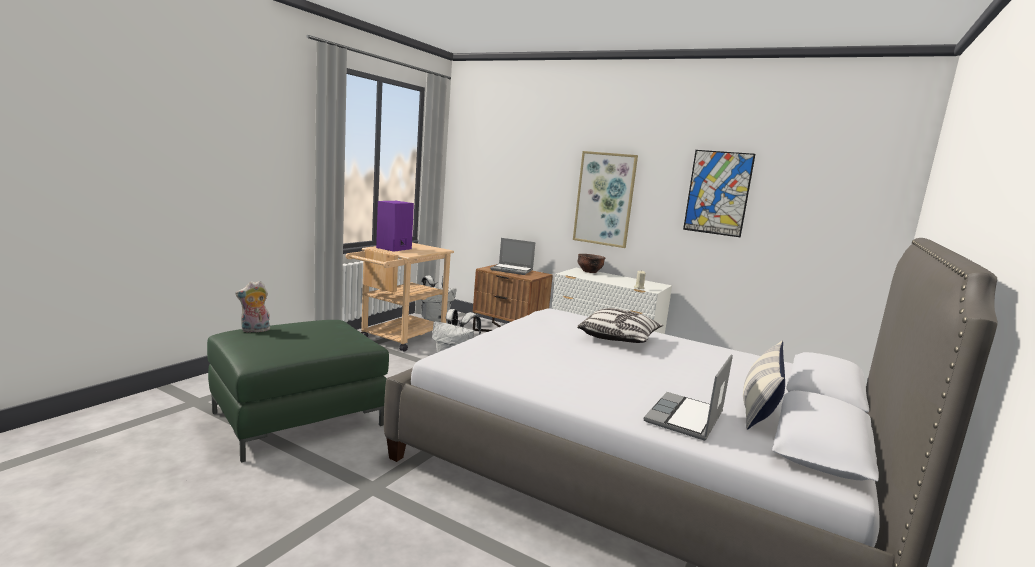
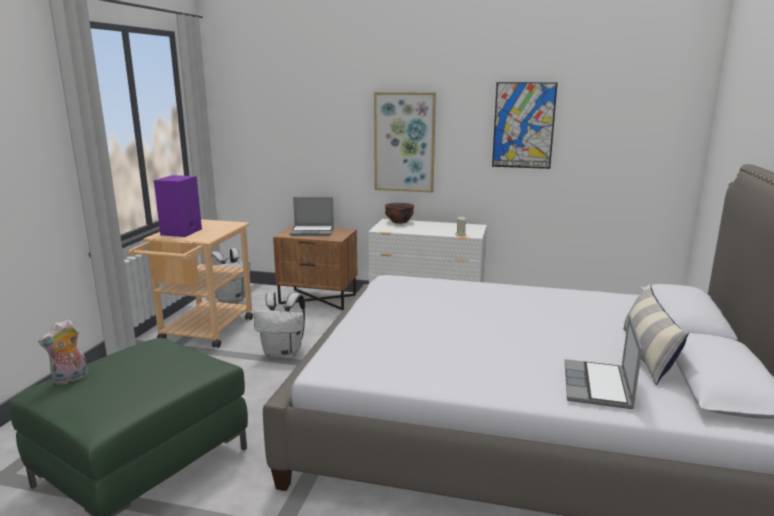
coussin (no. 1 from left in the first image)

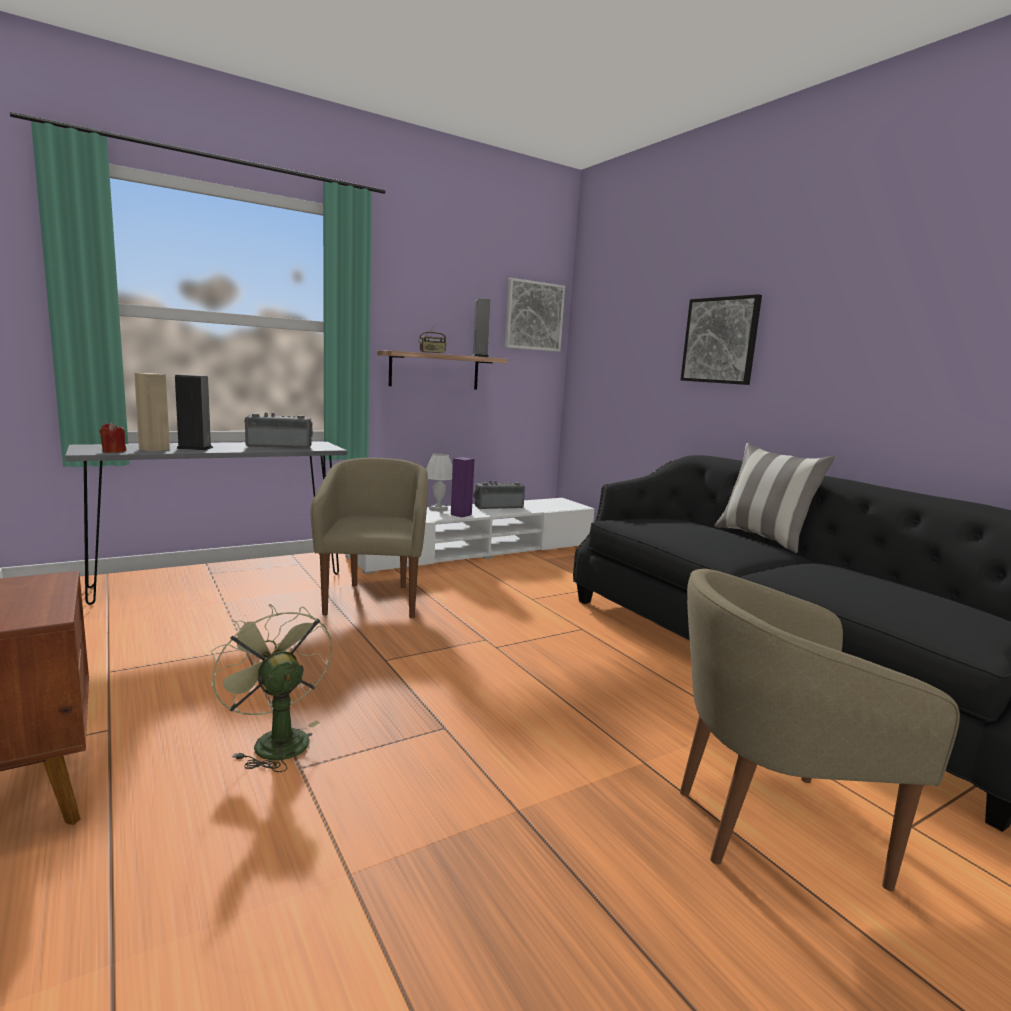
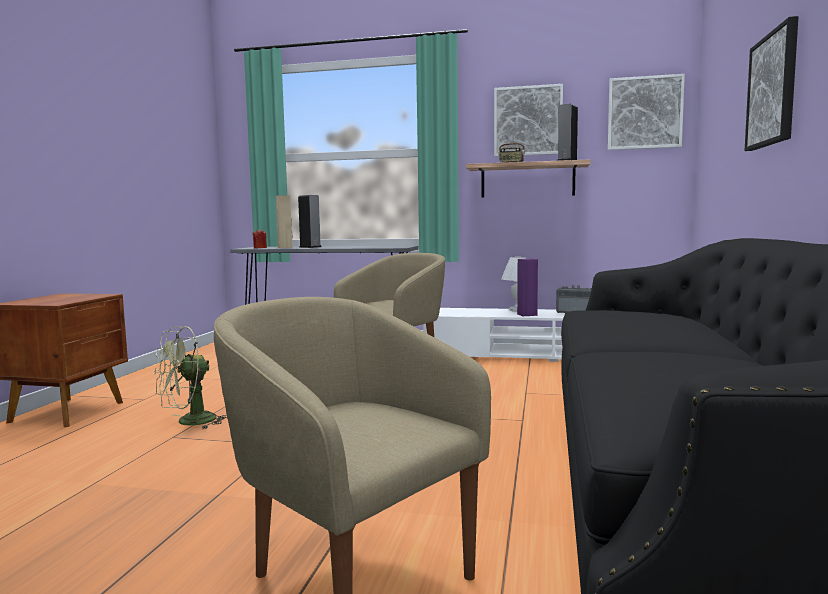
ventilateur (vert); radio (no. 1 from left in the first image); coussin; tableau (no. 1 from left)

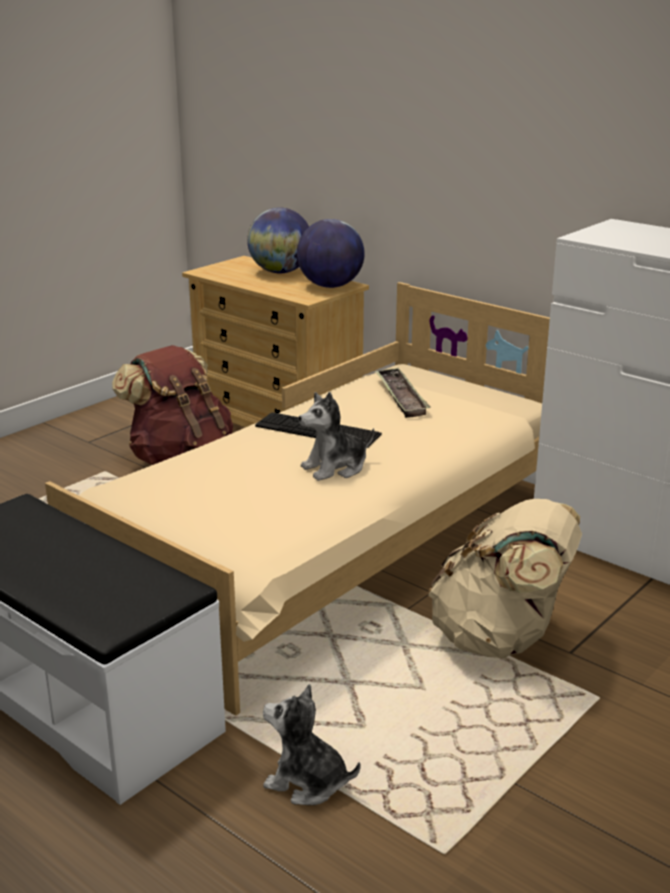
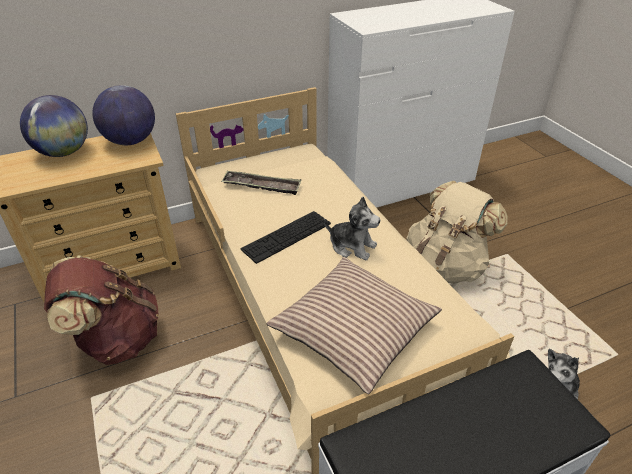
peluche (no. 1 from left); coussin

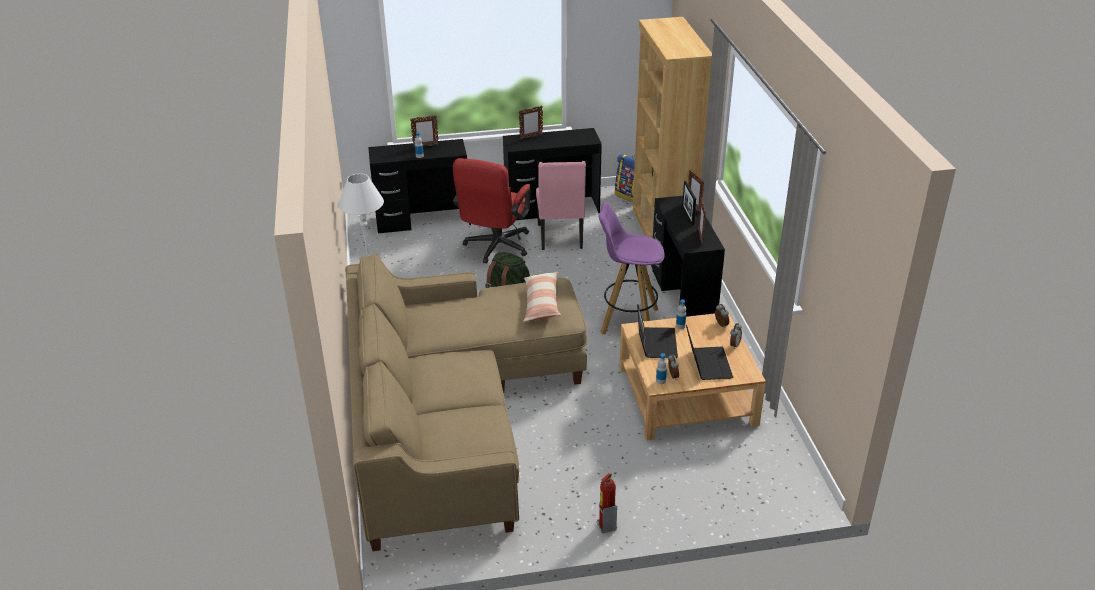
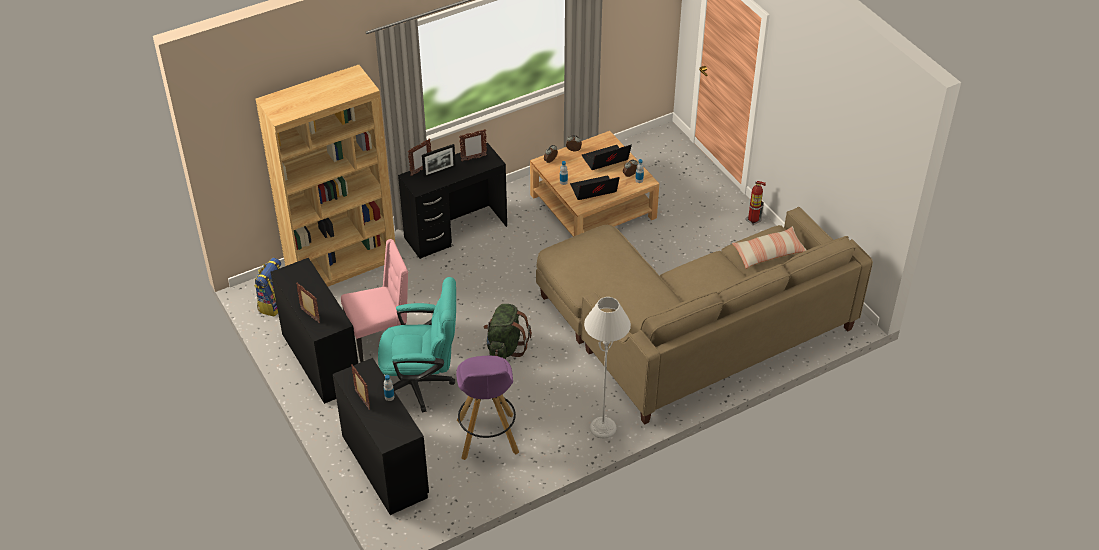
chaise de bureau (turquoise); coussin; tabouret (violet)

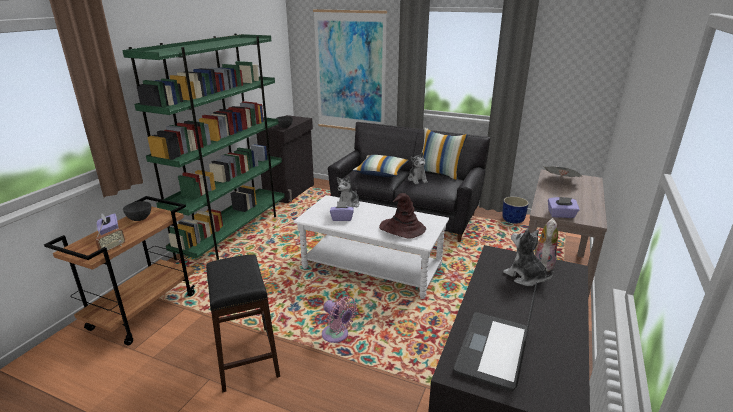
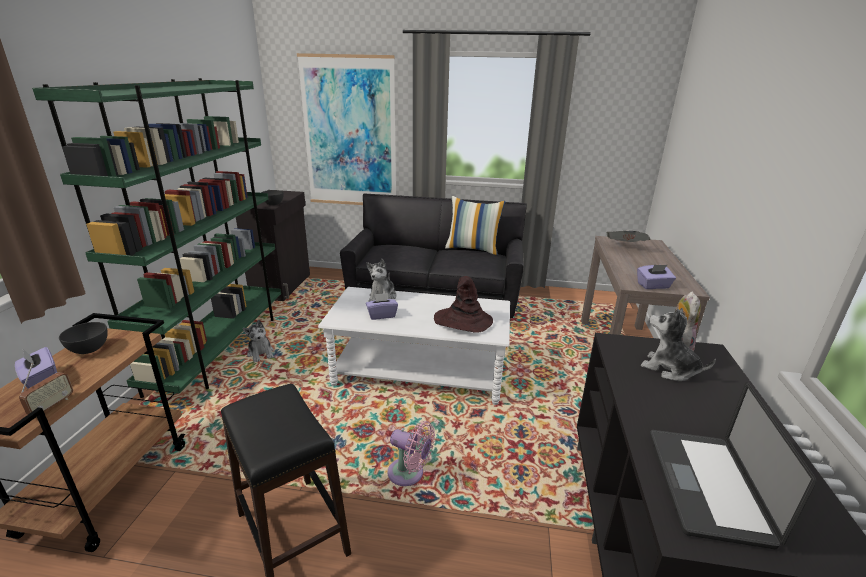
coussin (no. 1 from left in the first image); peluche (no. 1 from left); cache-pot (bleu)

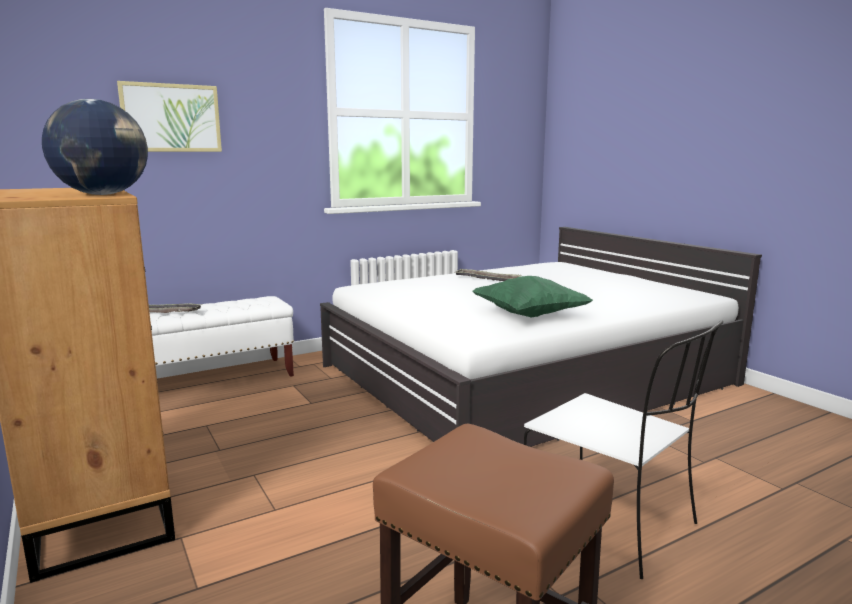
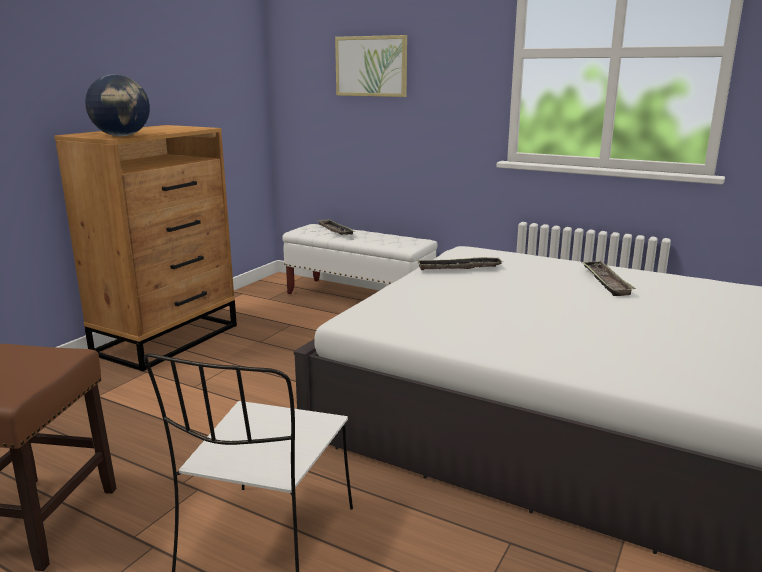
coussin (vert); plateau (no. 2 from left)

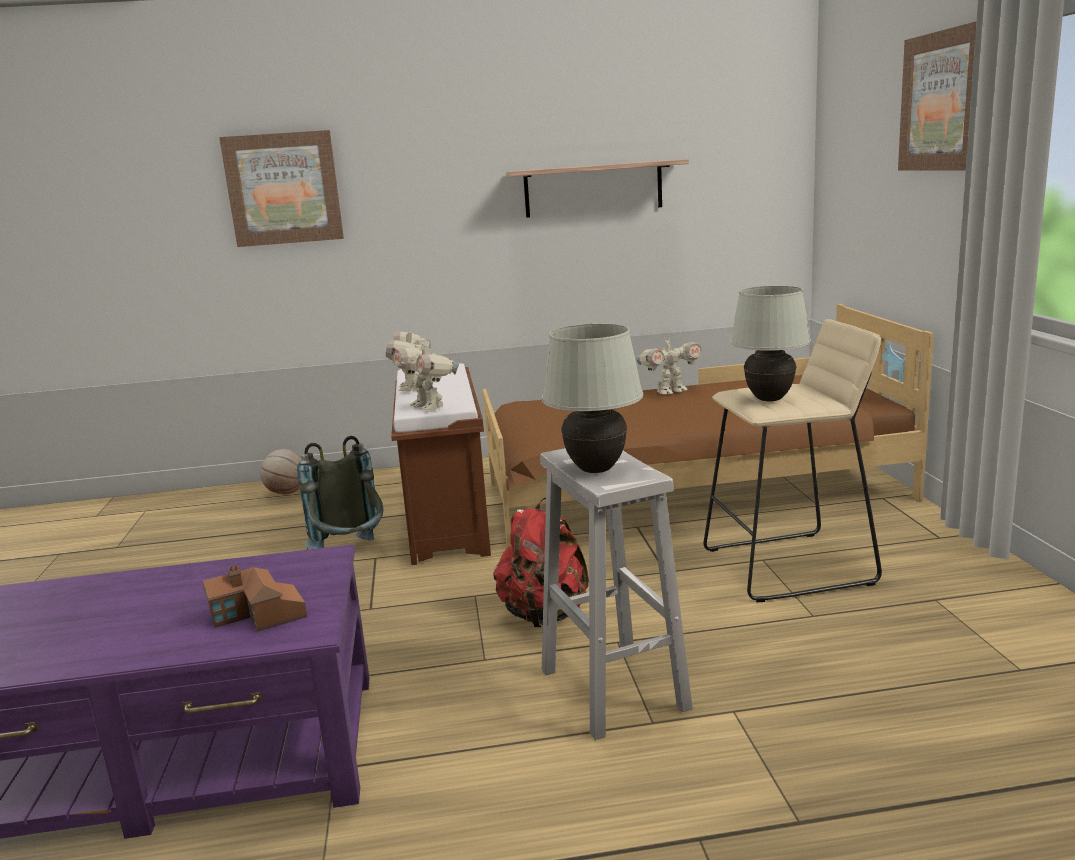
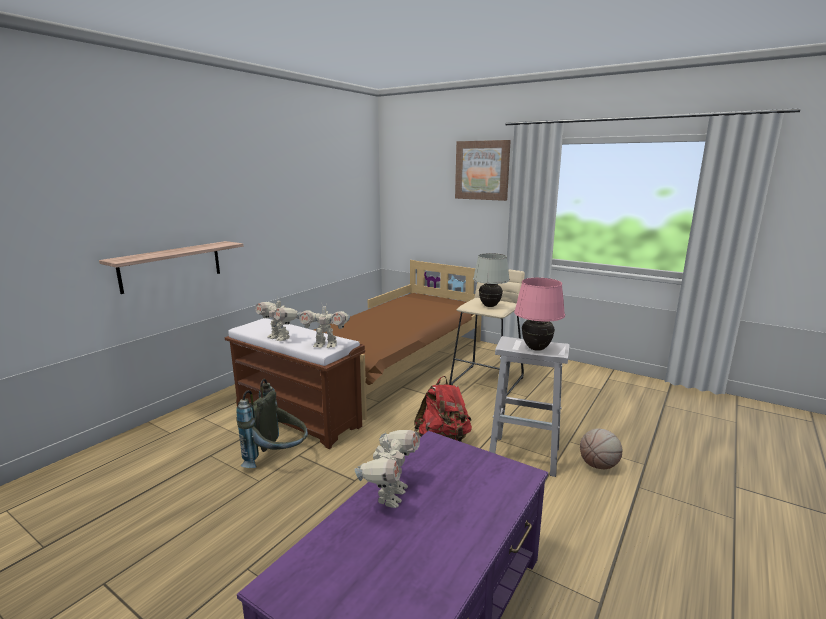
maison miniature; tableau (no. 1 from left in the first image); ballon de basket; étagère; lampe de table (rose); robot jouet (no. 3 from left)

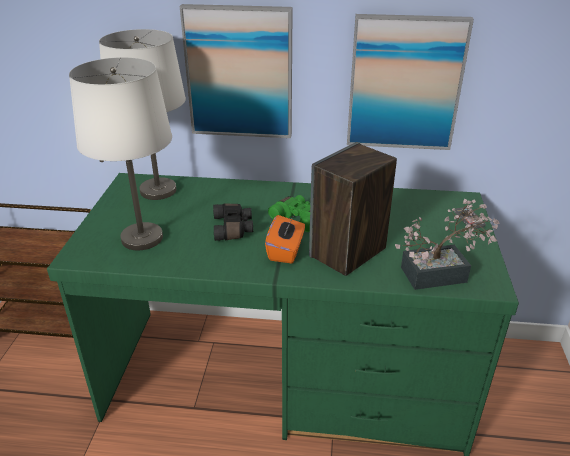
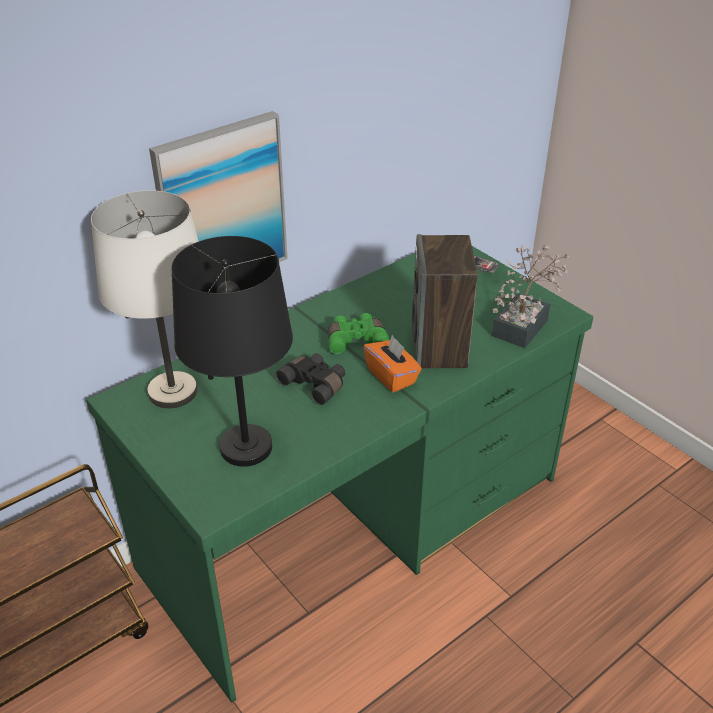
lampe de table (noir); tableau (no. 2 from left in the first image)

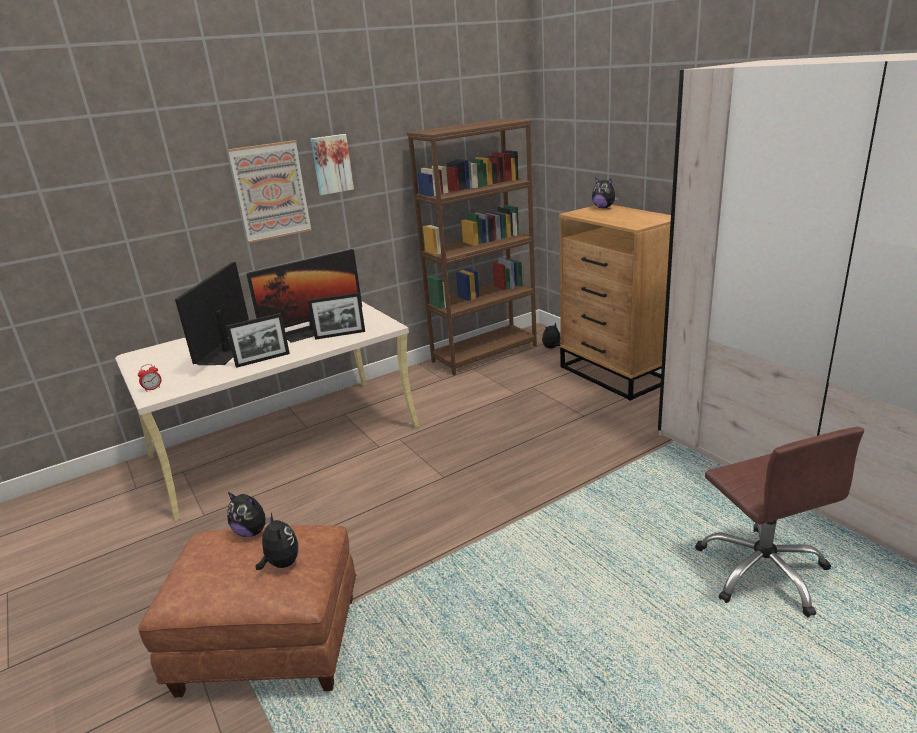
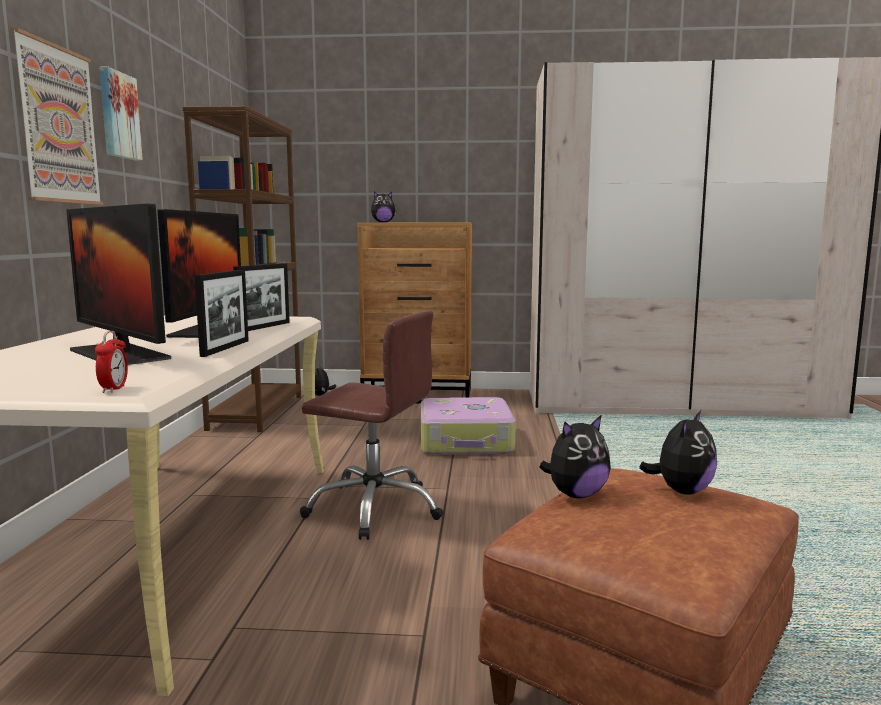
peluche (no. 4 from left); chaise de bureau (marron); valise

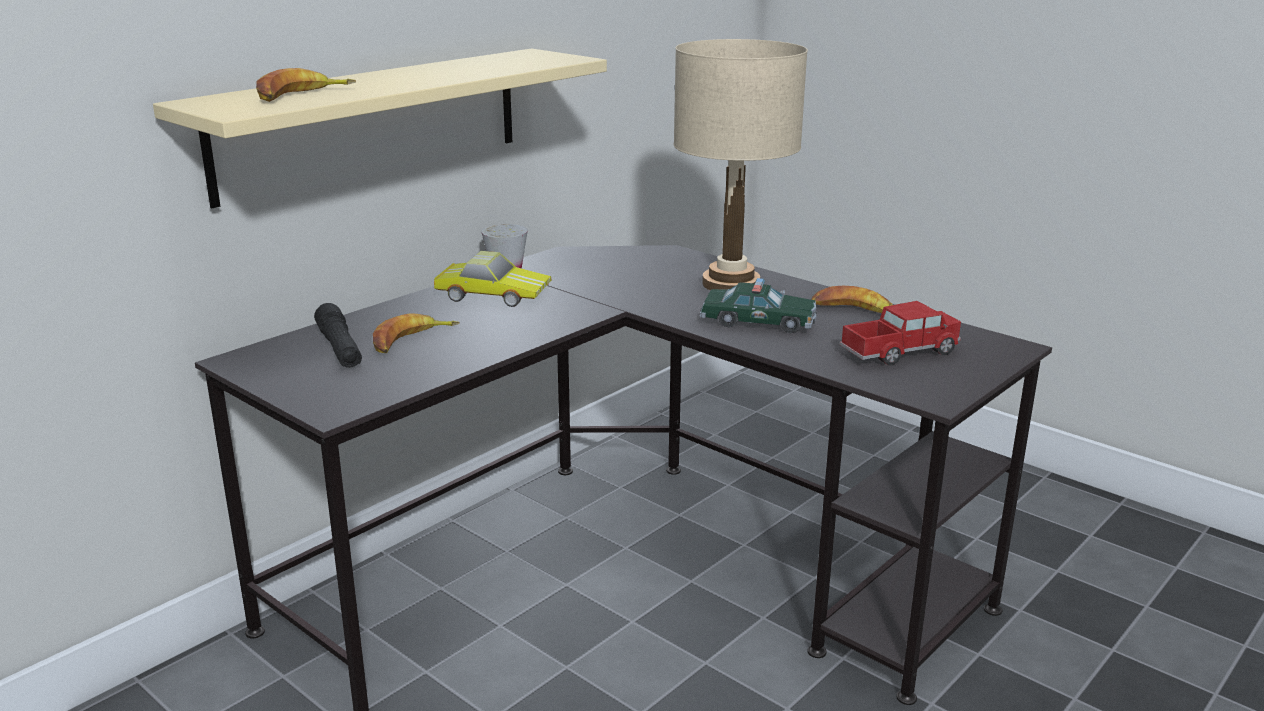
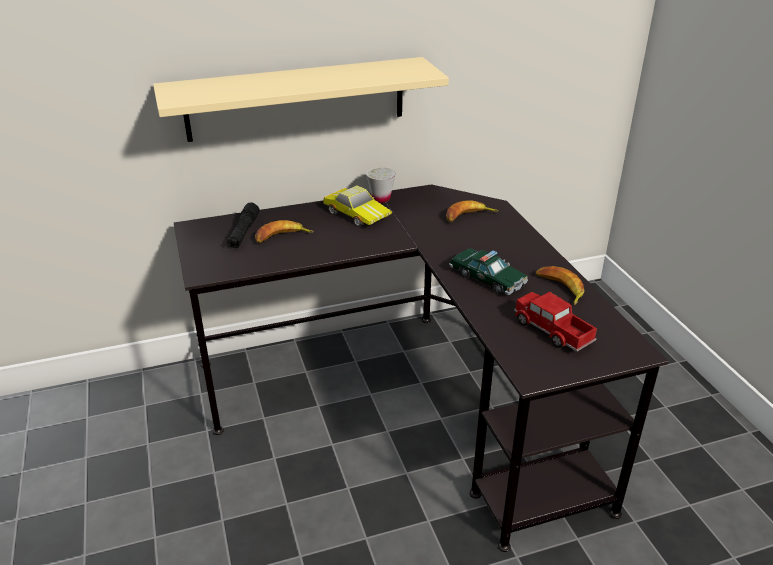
banane (no. 2 from left); lampe de table (beige); camion jouet

